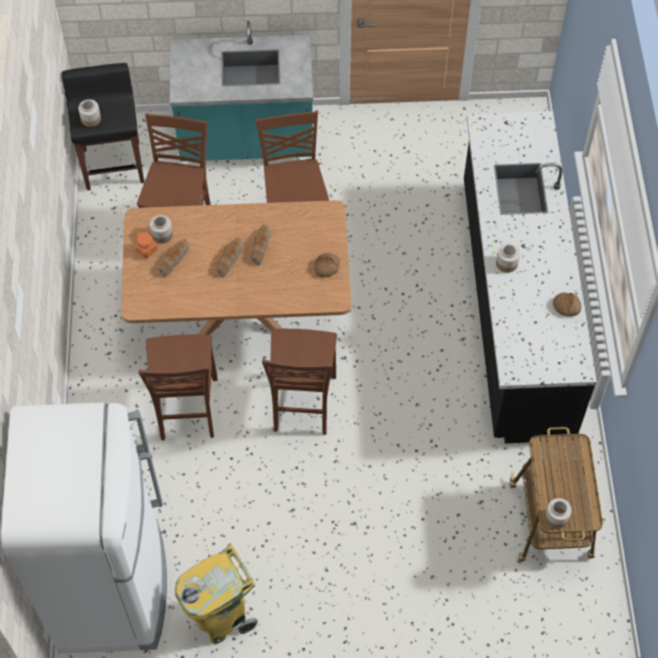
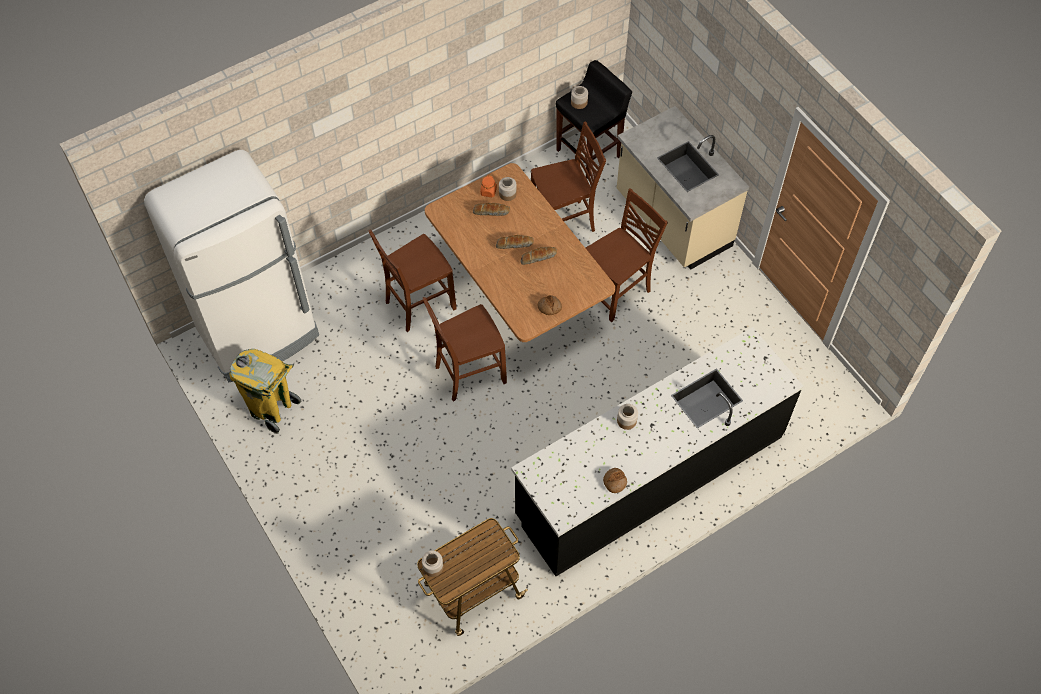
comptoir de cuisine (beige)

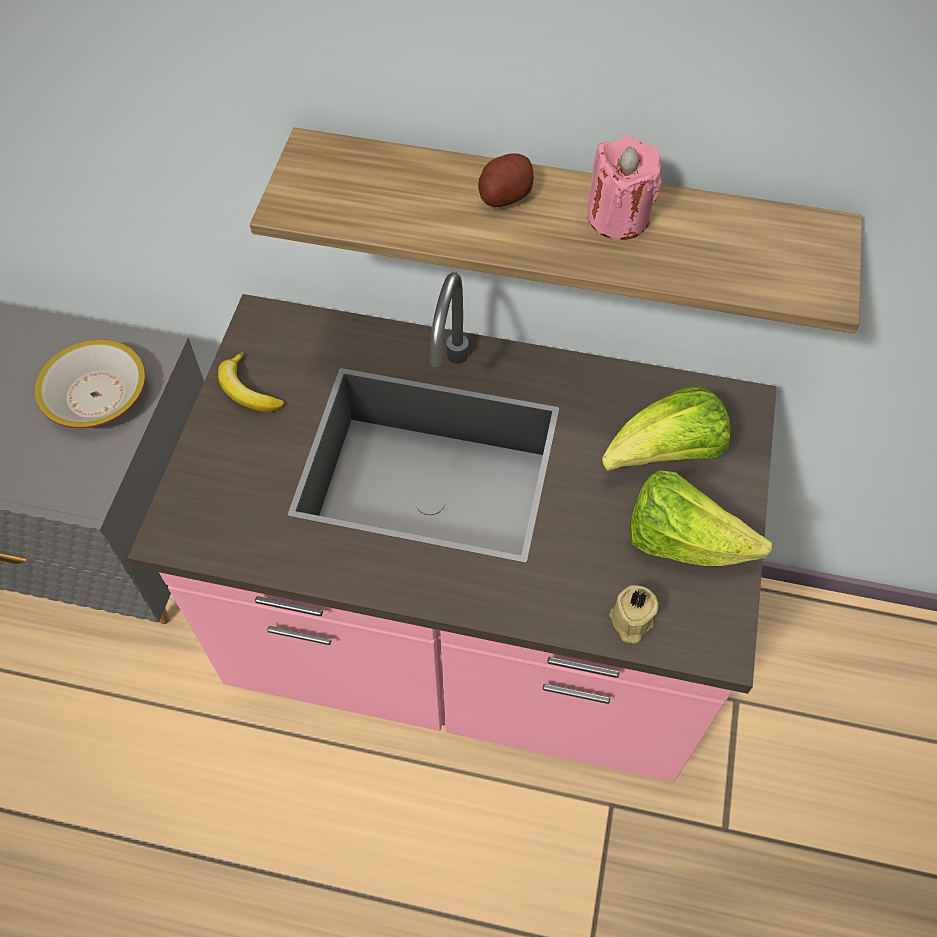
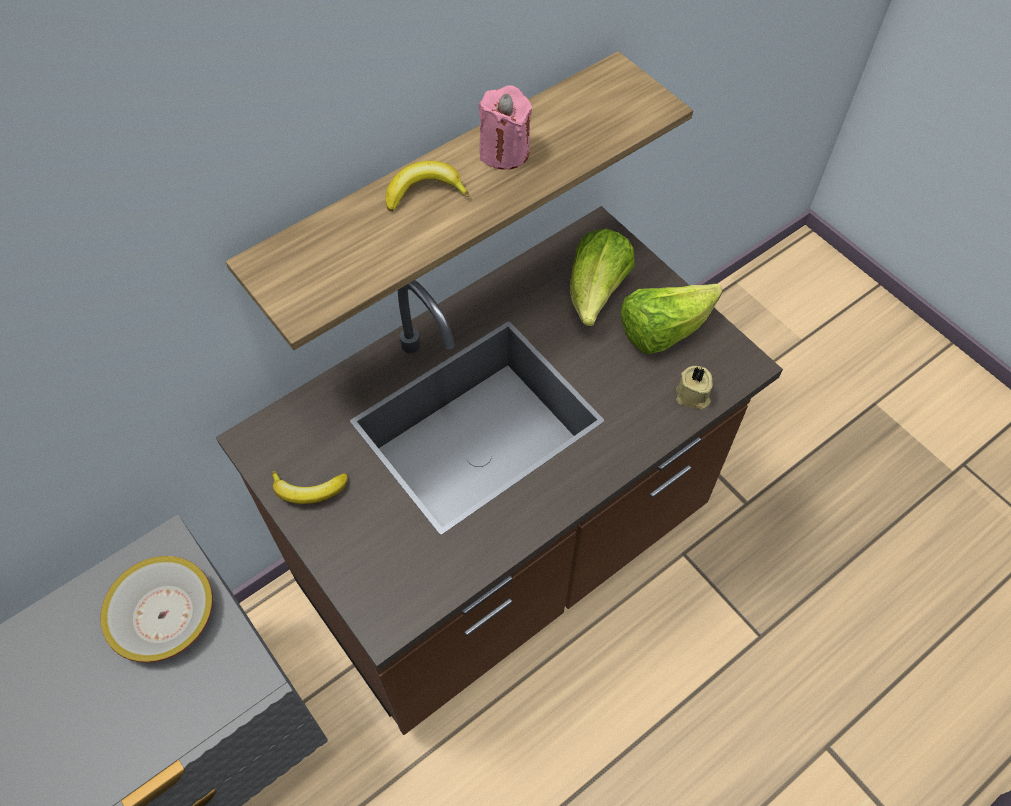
comptoir de cuisine (marron); banane (no. 2 from left)

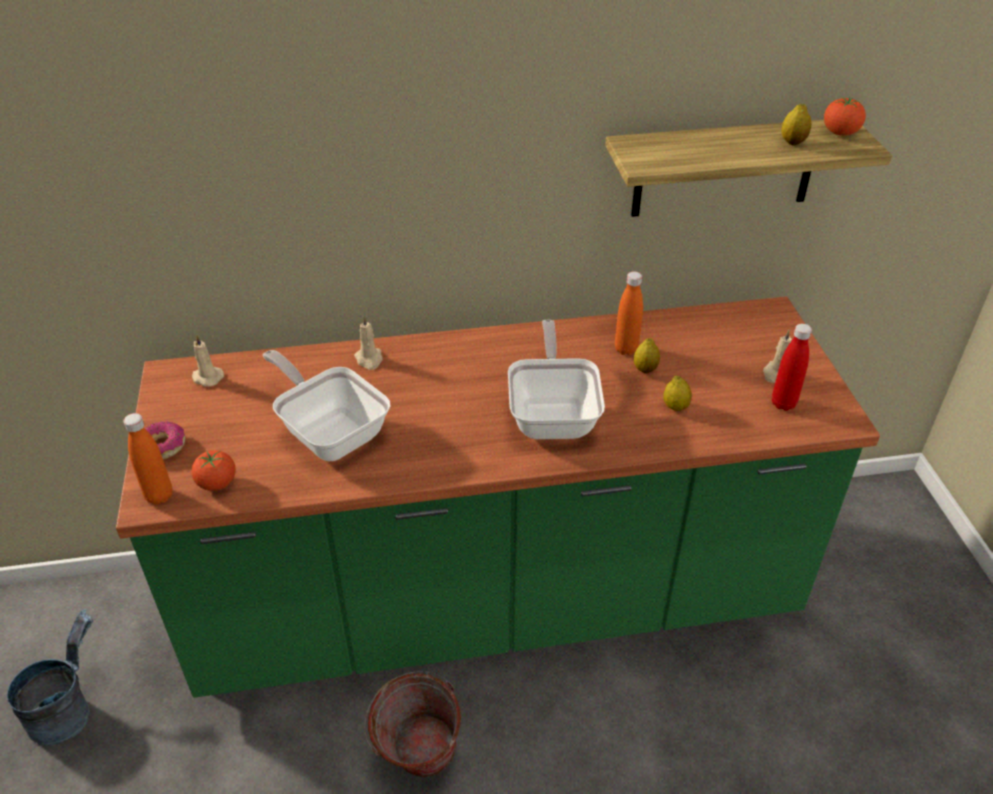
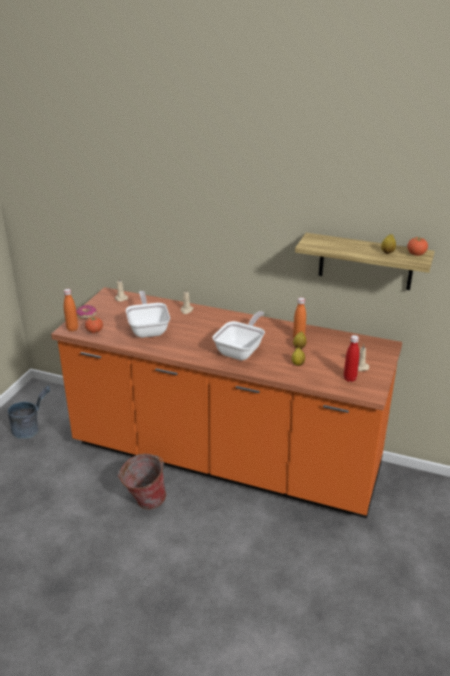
comptoir de cuisine (orange)

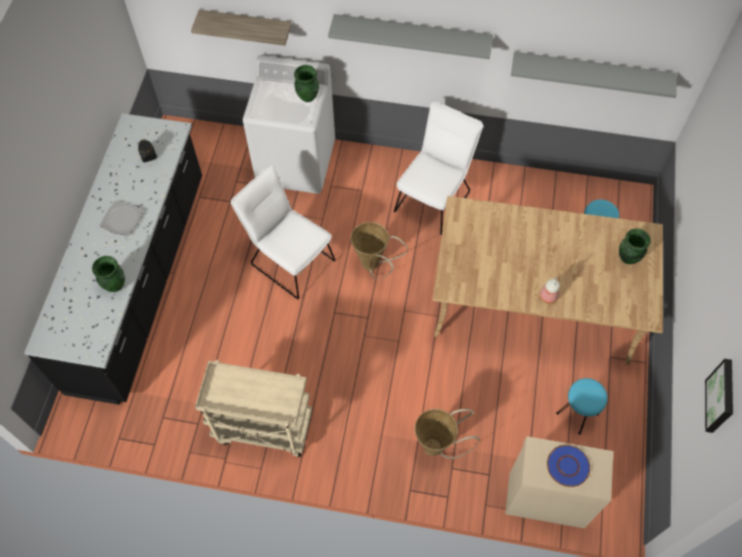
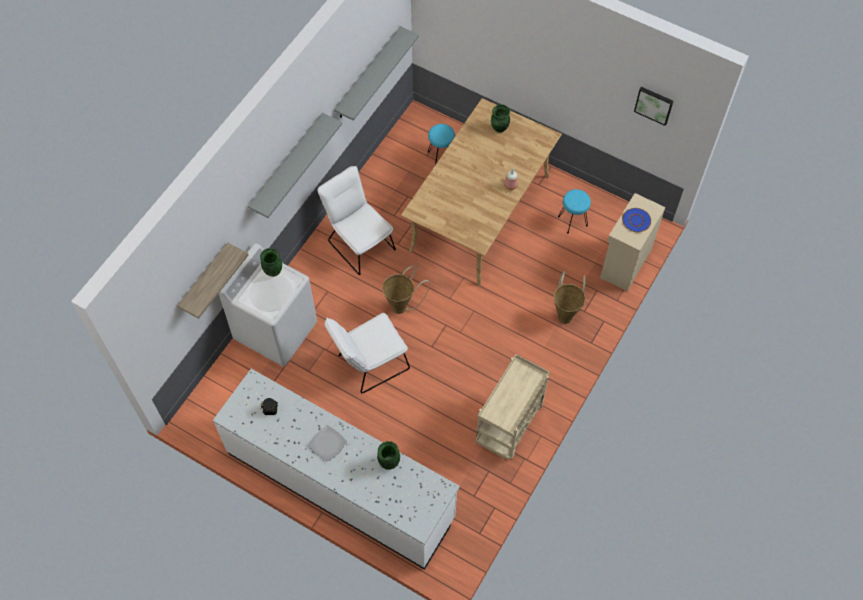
comptoir de cuisine (blanc)

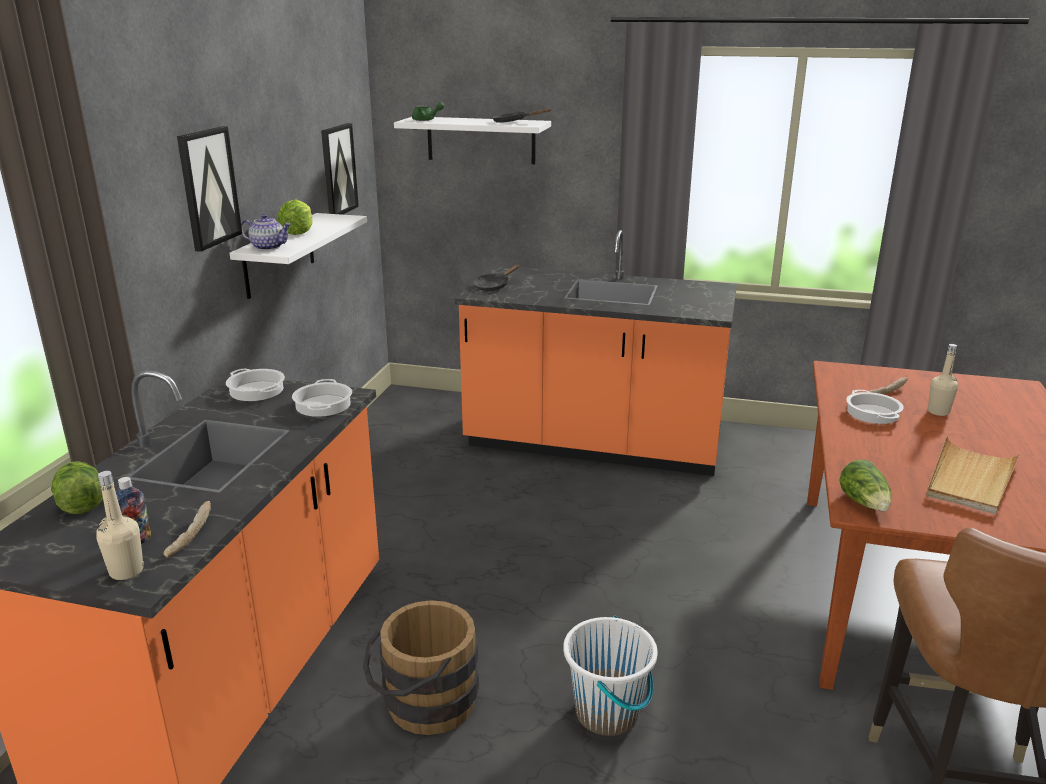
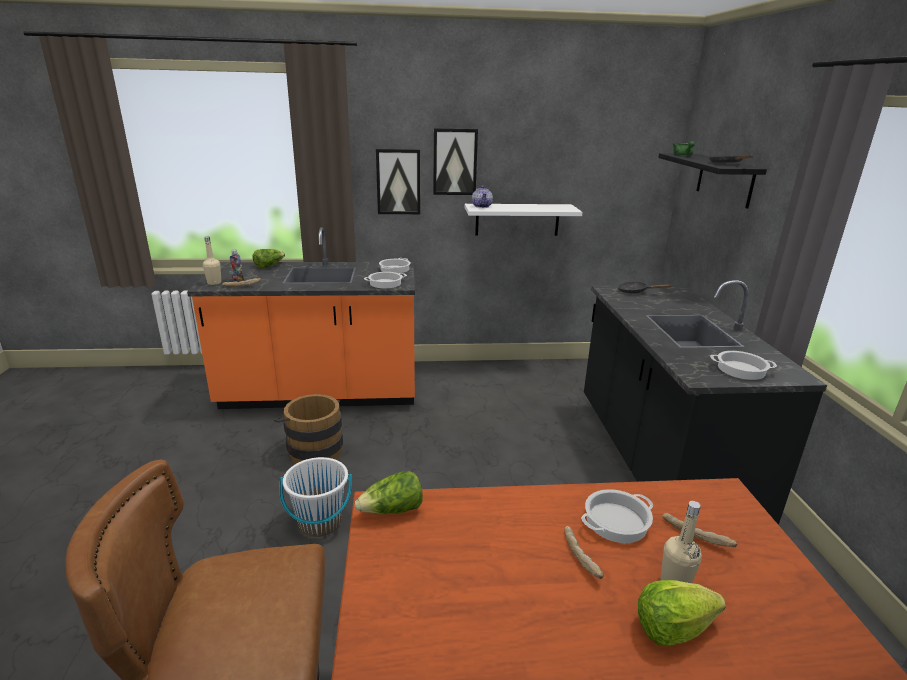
laitue (no. 3 from left); tableau (no. 1 from left); étagère (noir); comptoir de cuisine (noir); plateau (beige); pain (no. 2 from left); marmite (no. 4 from left)

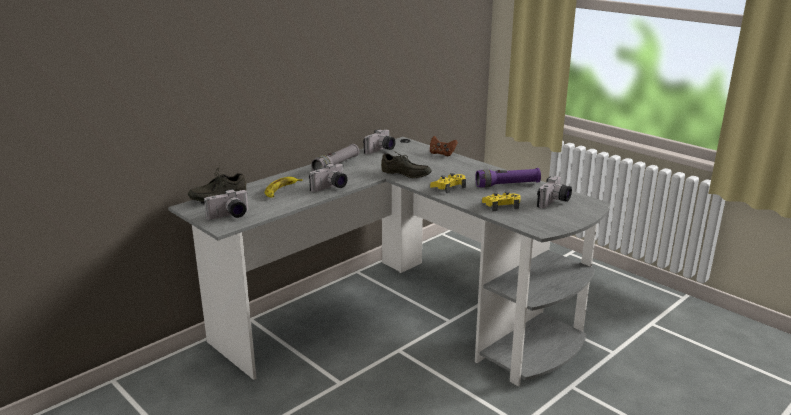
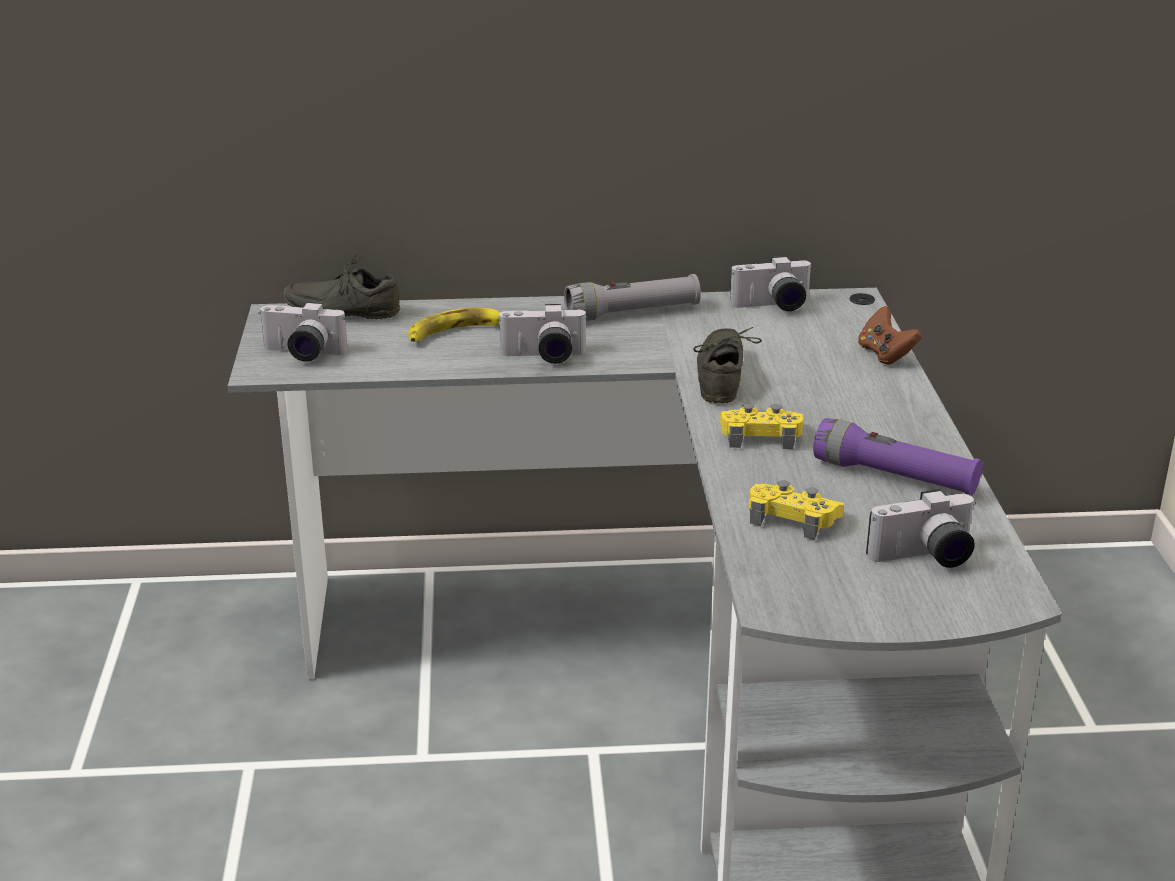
chaussure (gris) (no. 2 from left)

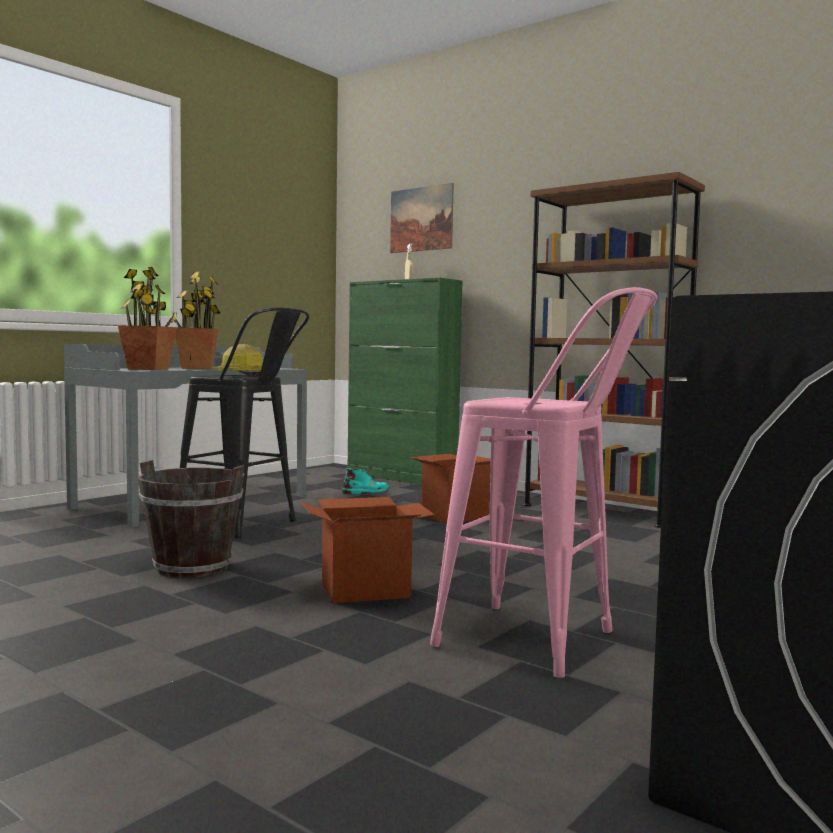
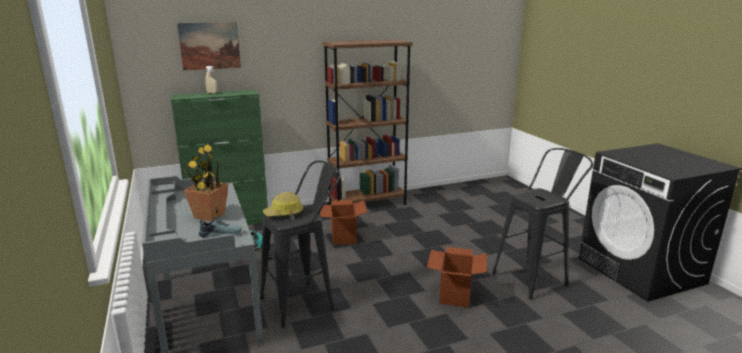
chaussure; seau (marron); tabouret (noir) (no. 2 from left)

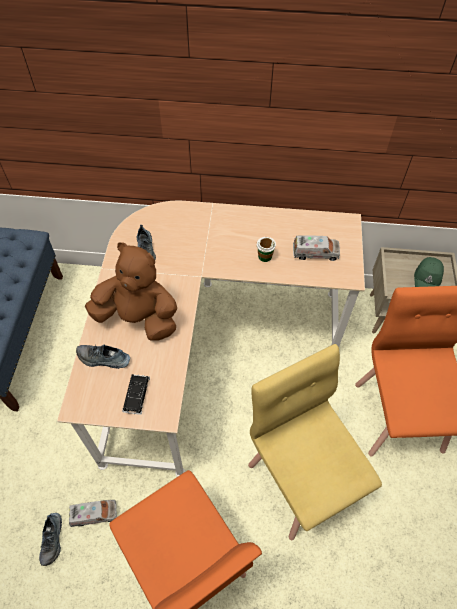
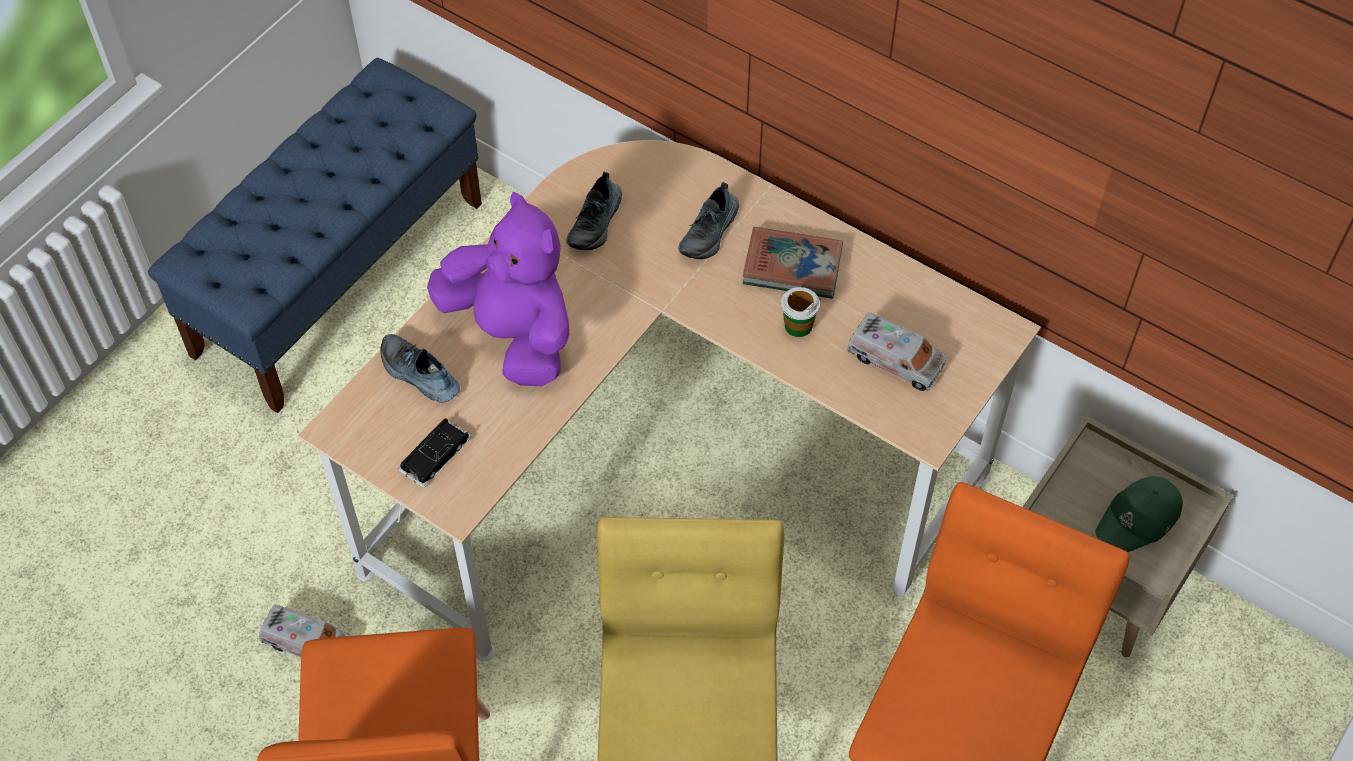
chaussure (no. 3 from left); peluche (violet); livre

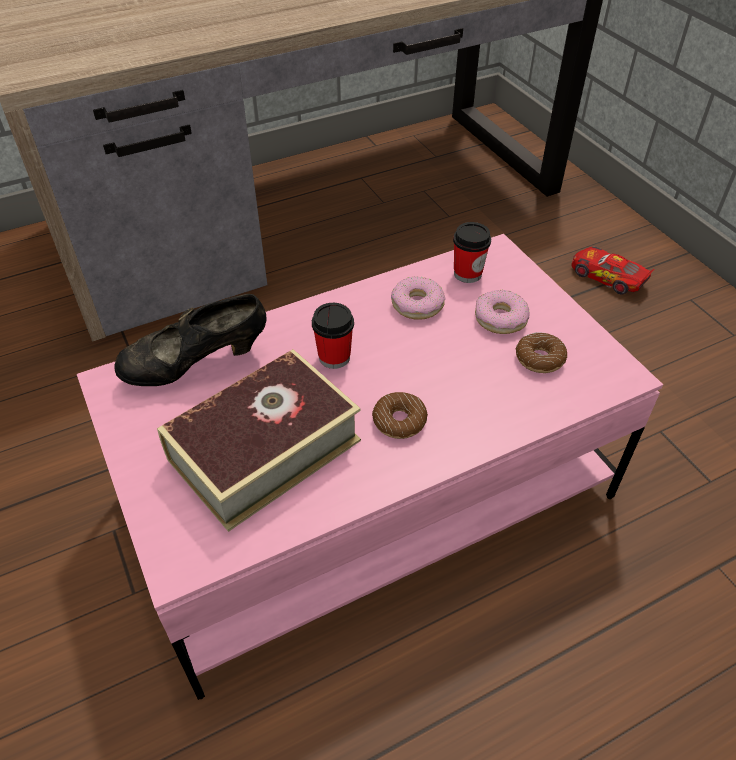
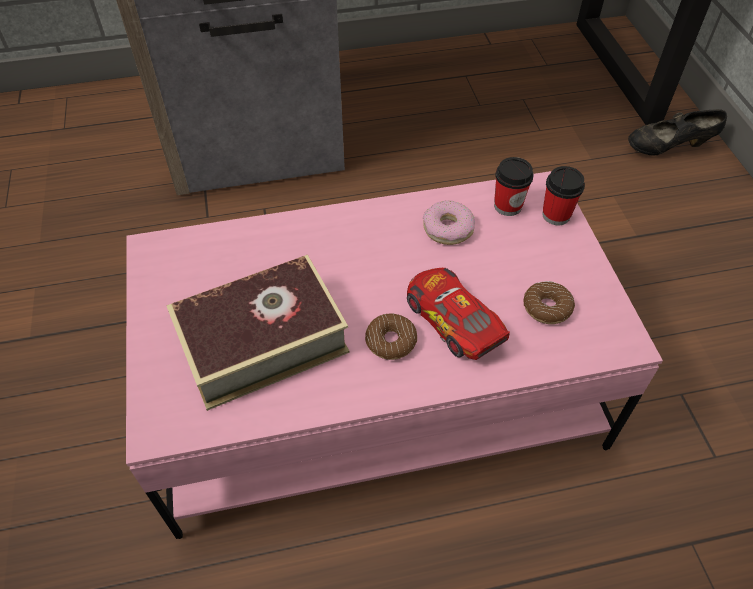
chaussure (noir); tasse (no. 2 from left); beignet (no. 3 from left in the first image); petite voiture

